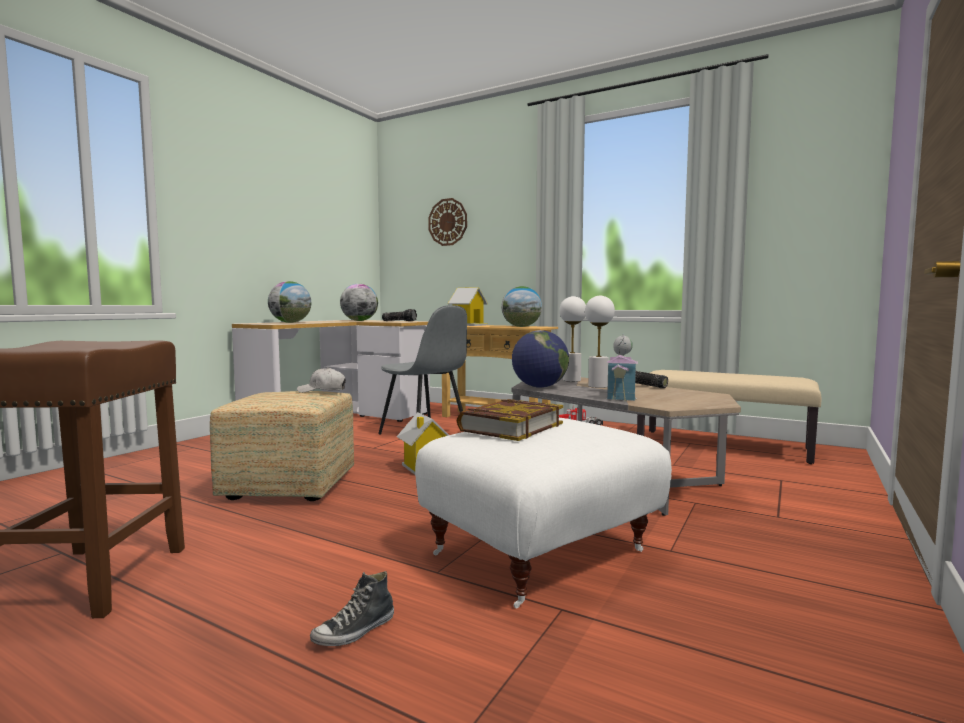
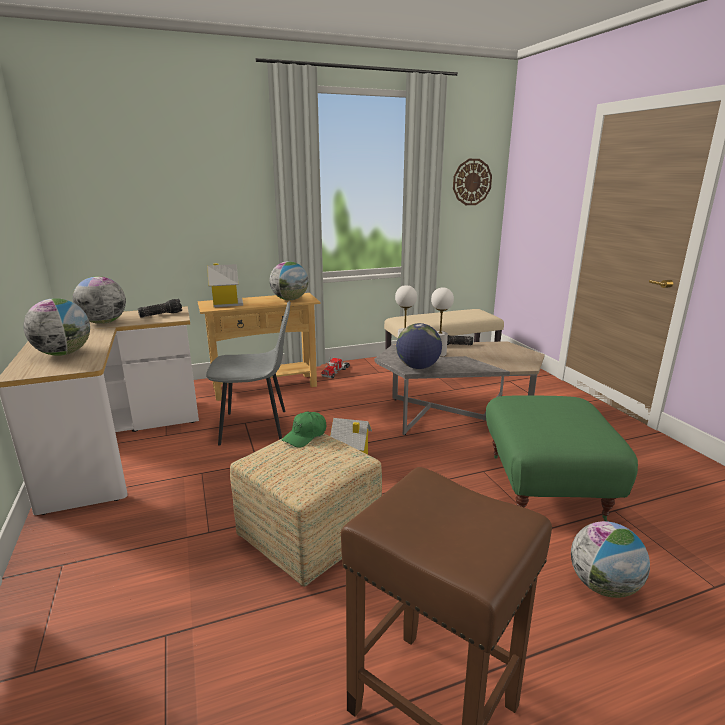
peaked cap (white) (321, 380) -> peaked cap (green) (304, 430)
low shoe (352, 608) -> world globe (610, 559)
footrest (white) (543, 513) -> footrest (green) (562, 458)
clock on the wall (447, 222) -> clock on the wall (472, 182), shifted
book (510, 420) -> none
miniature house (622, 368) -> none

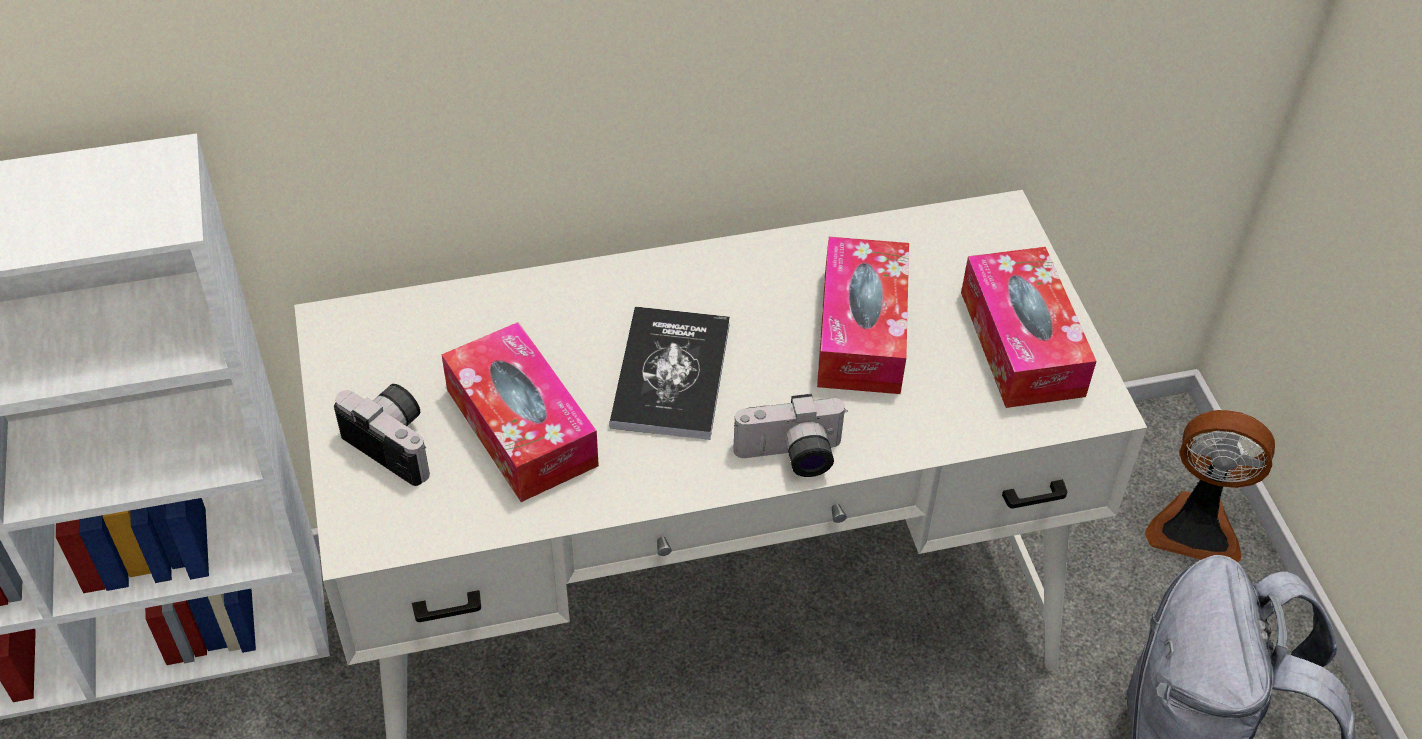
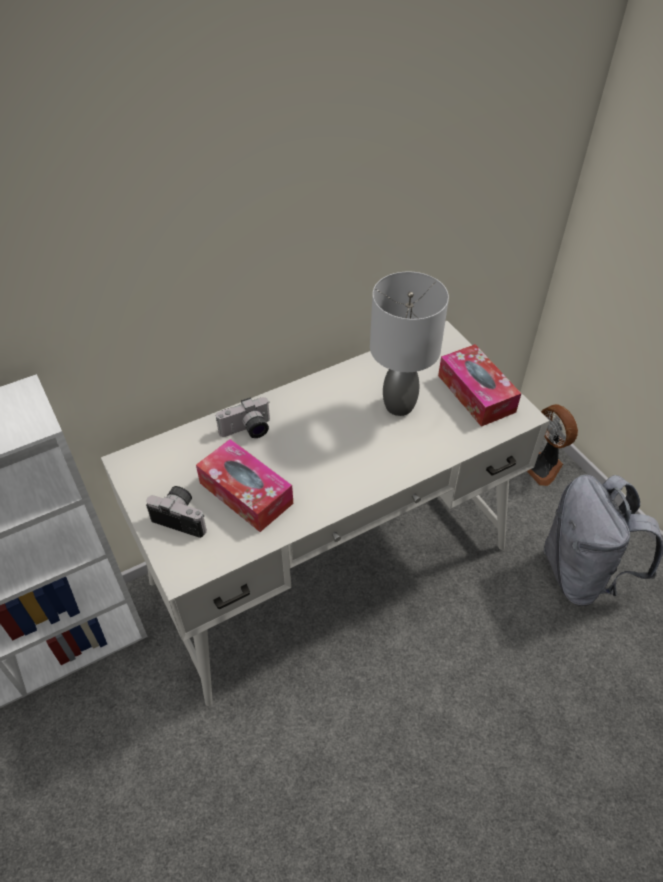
book (669, 373) -> none
photo camera (790, 435) -> photo camera (243, 417), shifted
tissue box (863, 315) -> table lamp (gray) (409, 344)
fan (1210, 486) -> fan (552, 445), 60 degrees clockwise

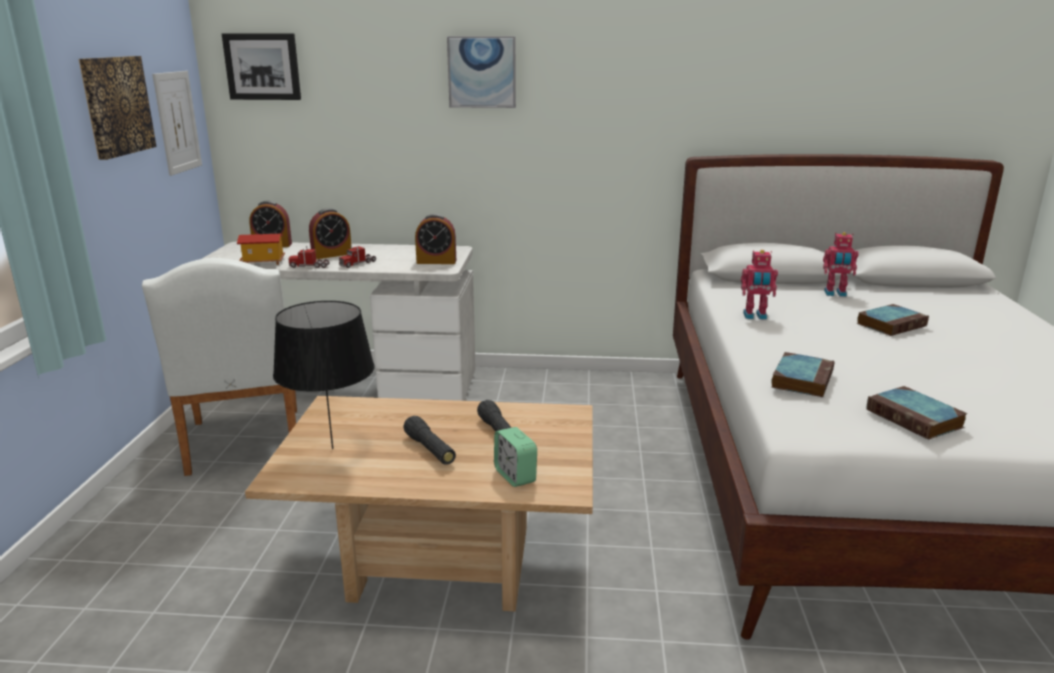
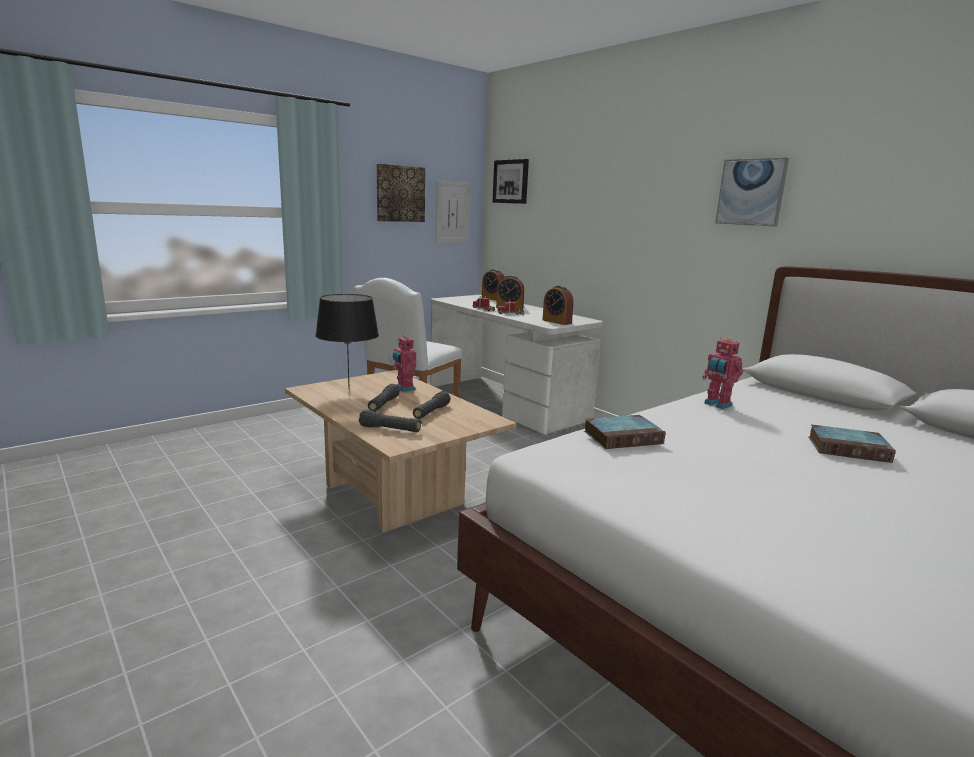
miniature house (261, 249) -> none
picture (481, 72) -> picture (752, 192), shifted
bedside clock (515, 457) -> flashlight (blackish) (390, 421)
toy robot (841, 264) -> toy robot (404, 363), shifted
book (917, 413) -> none

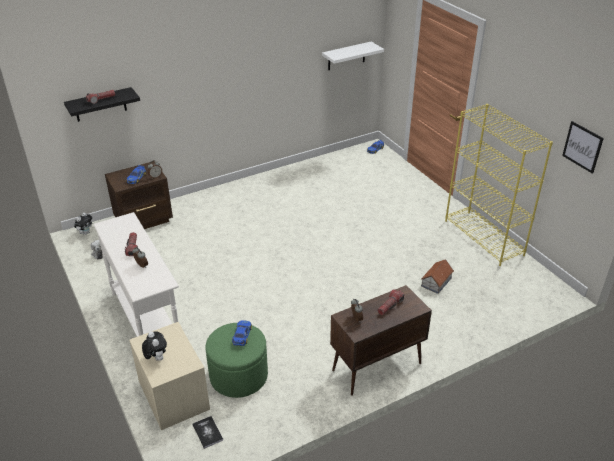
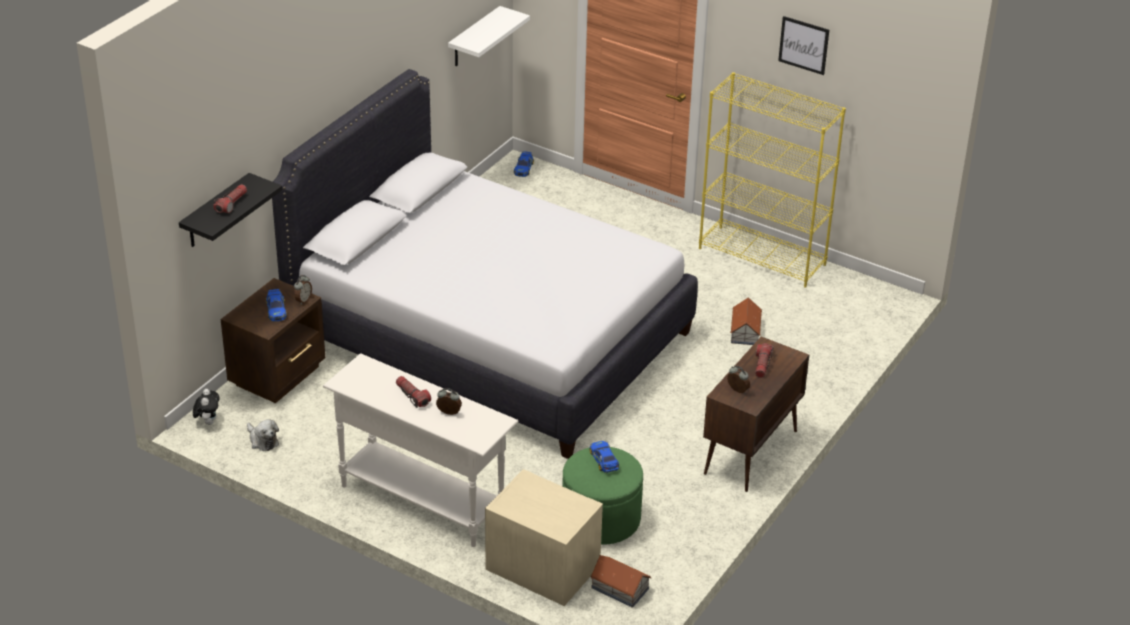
cuddly toy (154, 346) -> none
book (207, 432) -> miniature house (621, 581)
picture (583, 147) -> picture (803, 45), shifted
none -> bed (white) (485, 264)

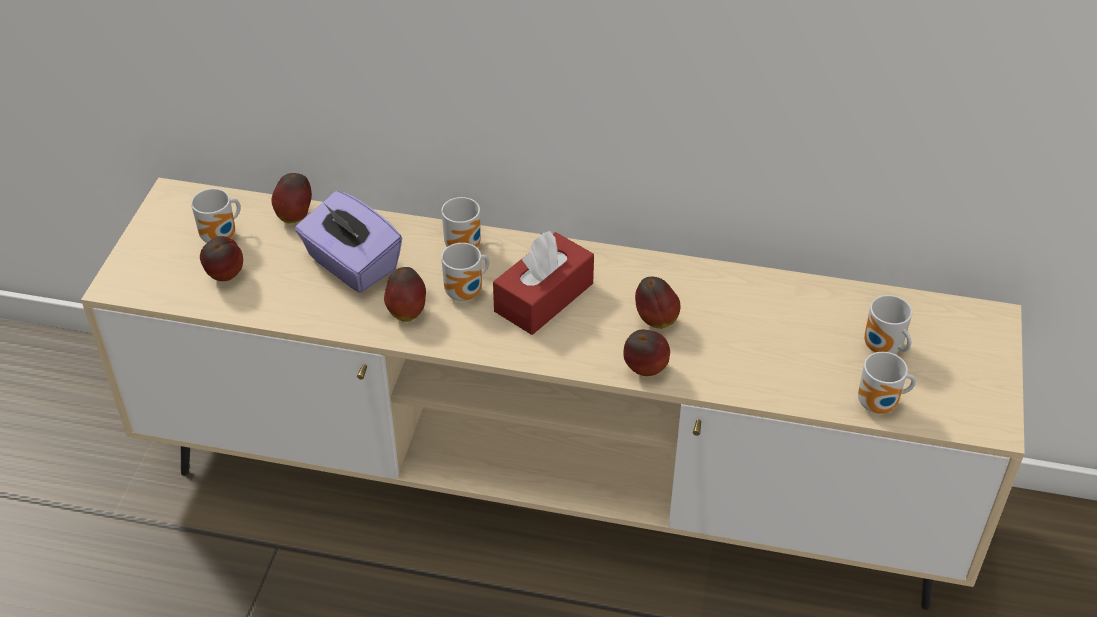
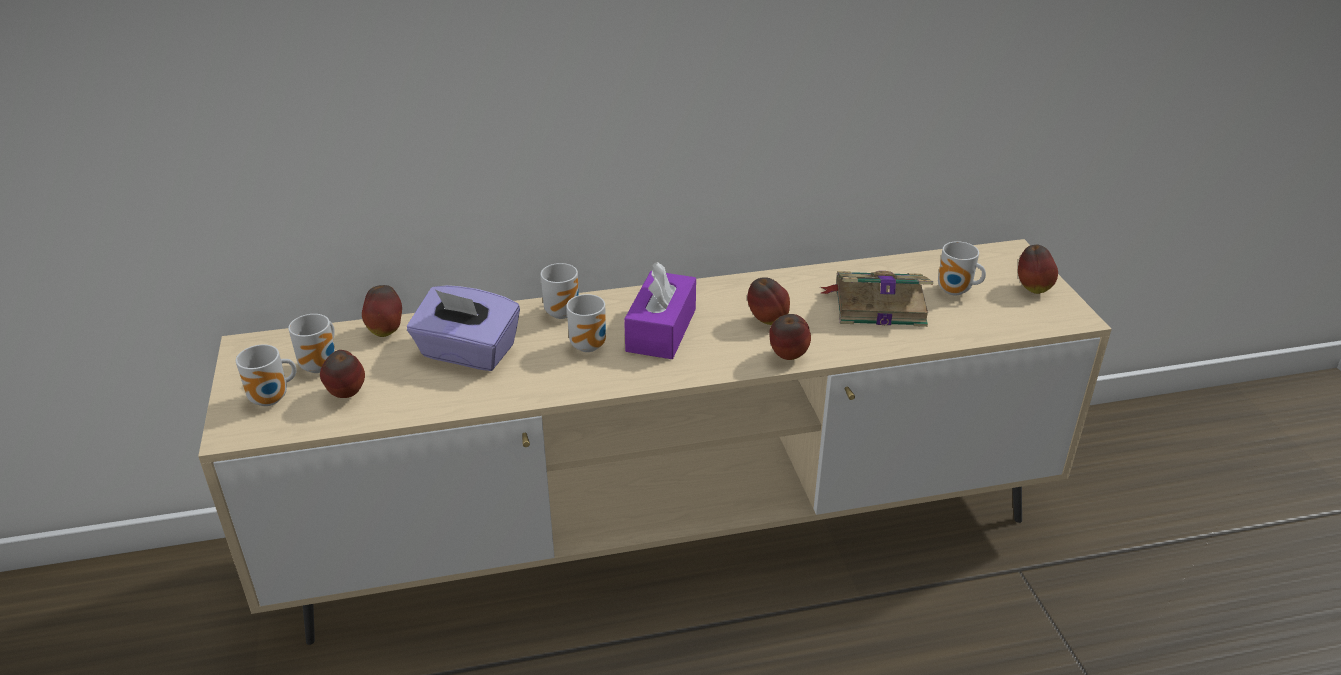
apple (405, 294) -> apple (1038, 269), shifted
tissue box (red) (543, 283) -> tissue box (purplish) (660, 310)
tea mug (887, 383) -> tea mug (266, 375), shifted
none -> book (876, 299)

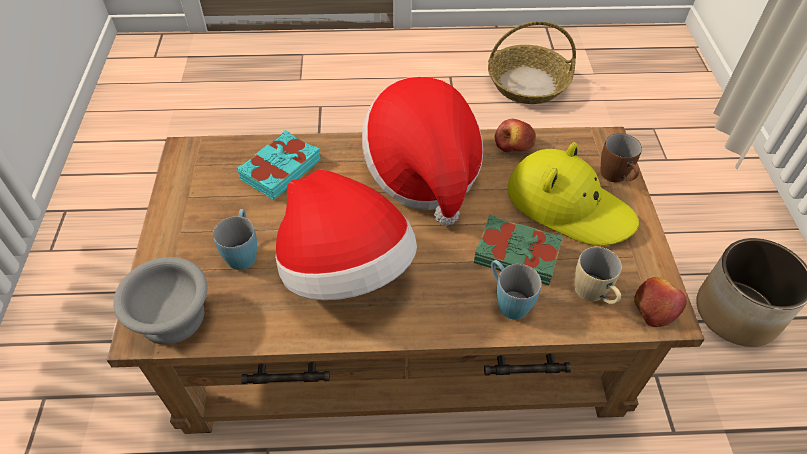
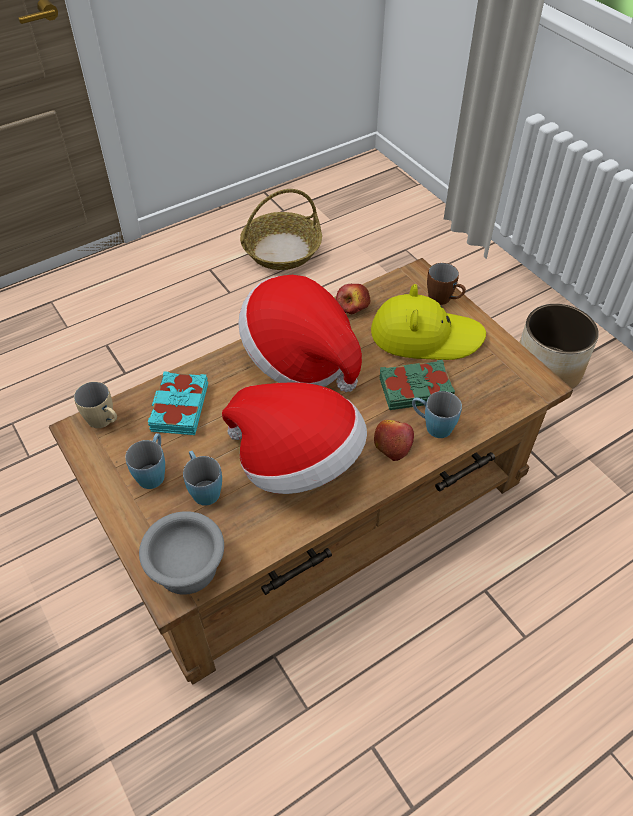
tea mug (beige-coloured) (598, 275) -> tea mug (beige-coloured) (95, 405), shifted
apple (660, 302) -> apple (394, 440), shifted
none -> tea mug (bluish) (145, 461)

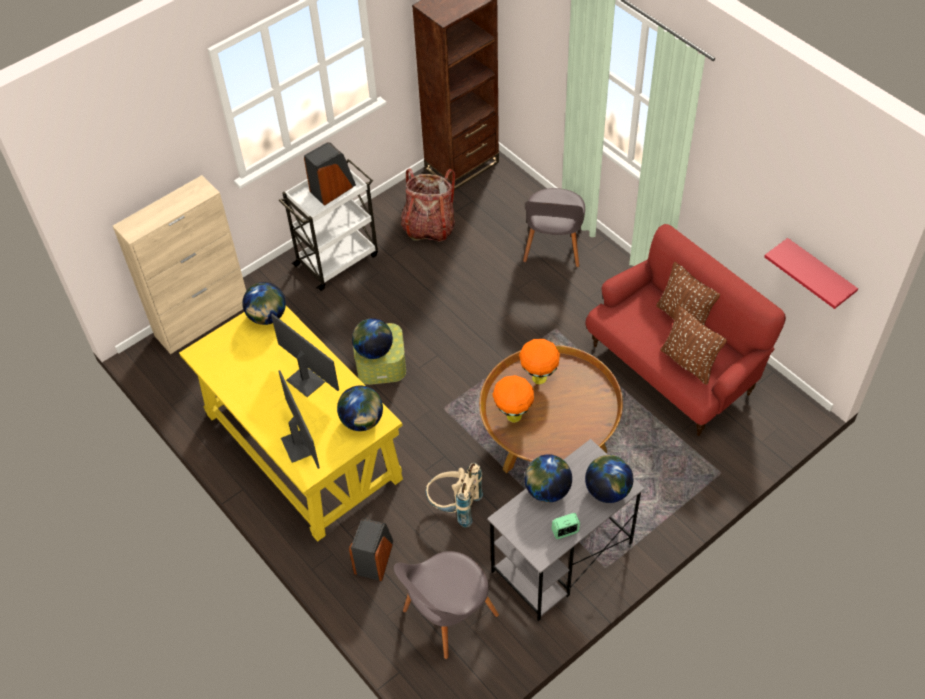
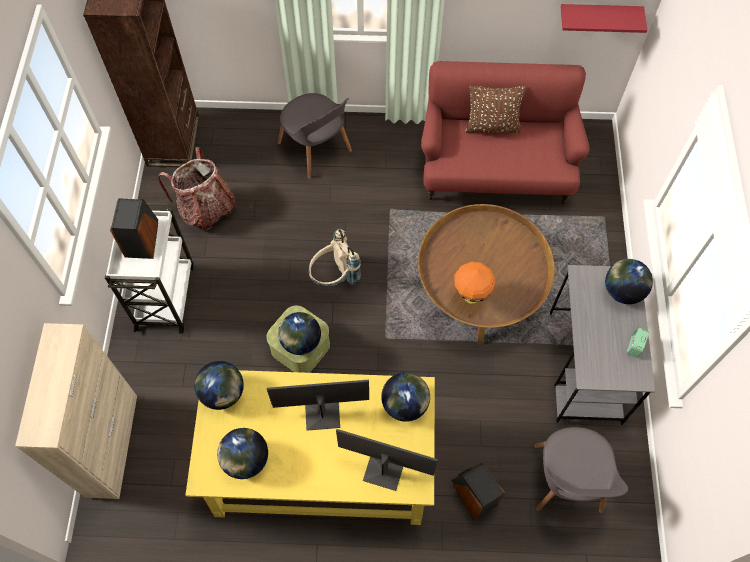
backpack (beige-coloured) (454, 495) -> backpack (beige-coloured) (334, 257), shifted
table lamp (orangey) (539, 361) -> none
world globe (548, 478) -> world globe (242, 453), shifted
cushion (brown) (693, 345) -> none

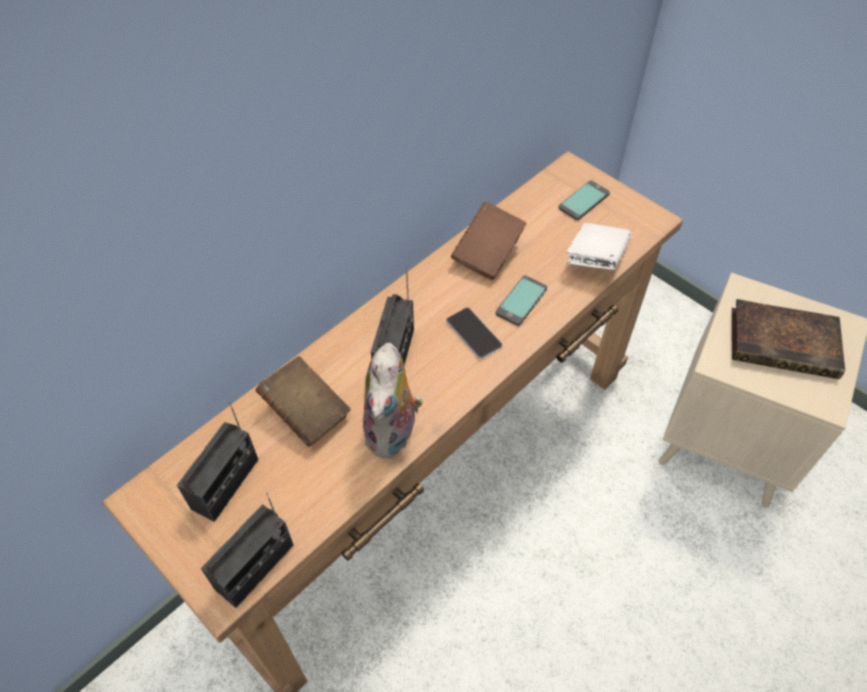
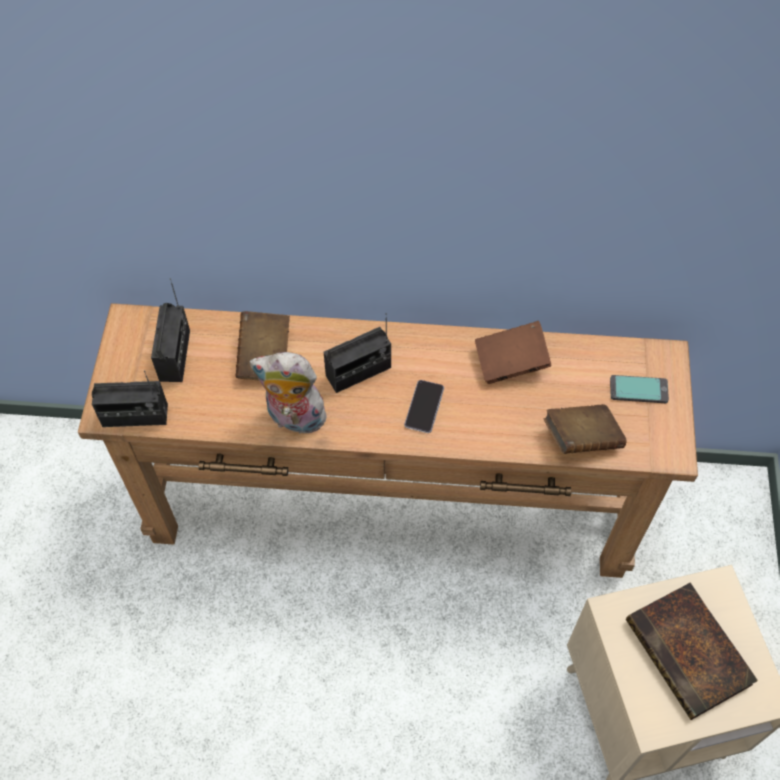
radio receiver (217, 461) -> radio receiver (170, 330), 75 degrees counterclockwise
cuddly toy (393, 400) -> cuddly toy (289, 395), 45 degrees clockwise
telephone (521, 300) -> none
book (white) (598, 246) -> book (brown) (585, 429)

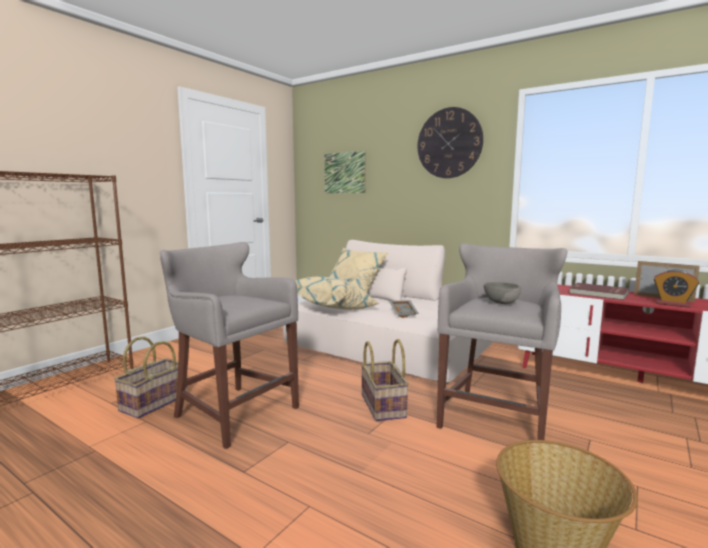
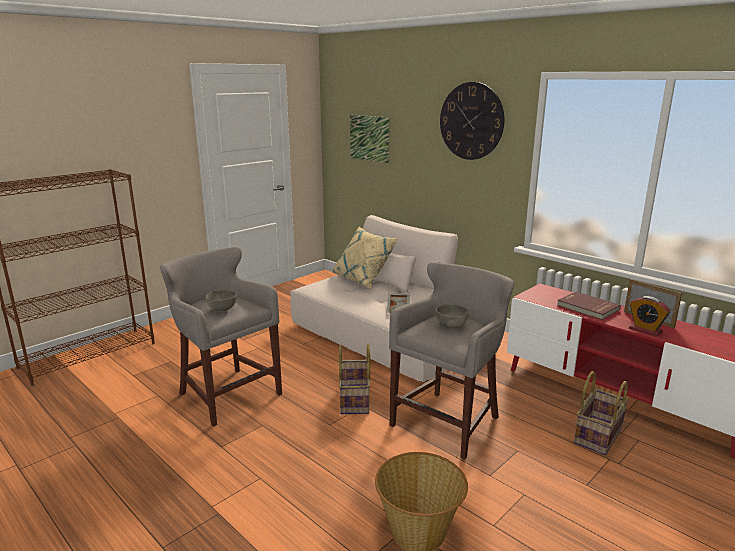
household basket (150, 377) -> household basket (601, 413), shifted
cushion (beige-coloured) (337, 293) -> none
none -> serving bowl (gray) (221, 300)

